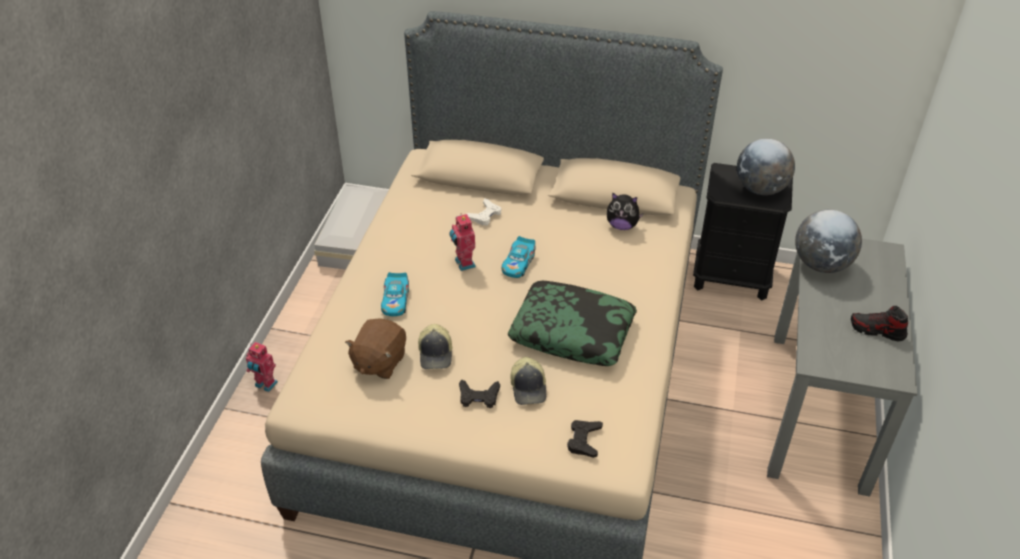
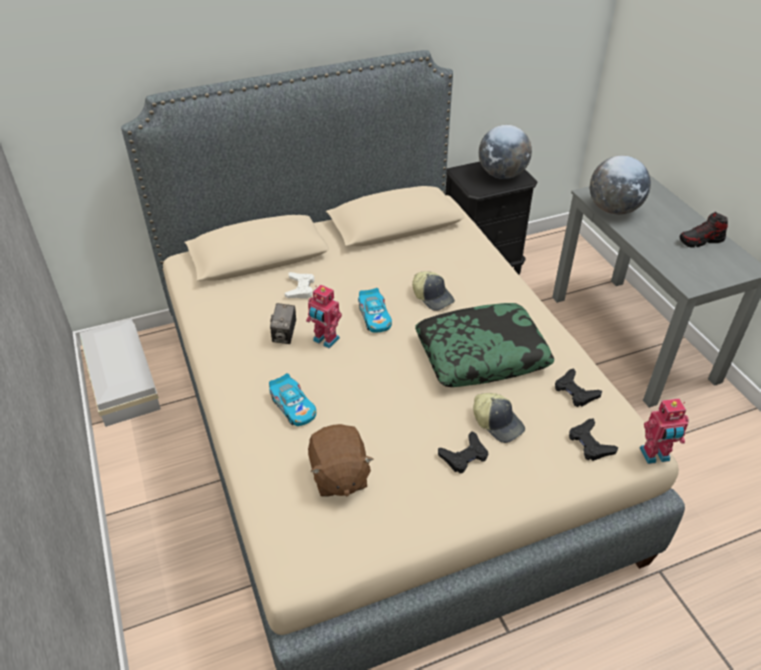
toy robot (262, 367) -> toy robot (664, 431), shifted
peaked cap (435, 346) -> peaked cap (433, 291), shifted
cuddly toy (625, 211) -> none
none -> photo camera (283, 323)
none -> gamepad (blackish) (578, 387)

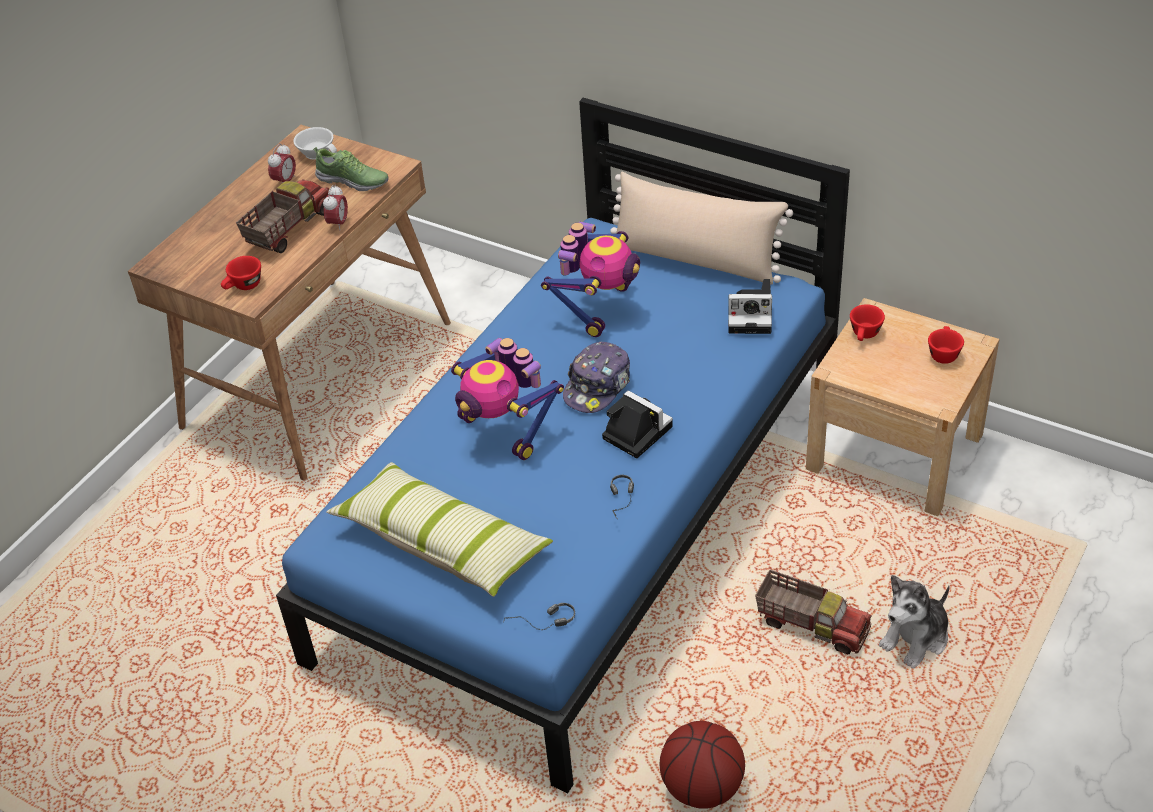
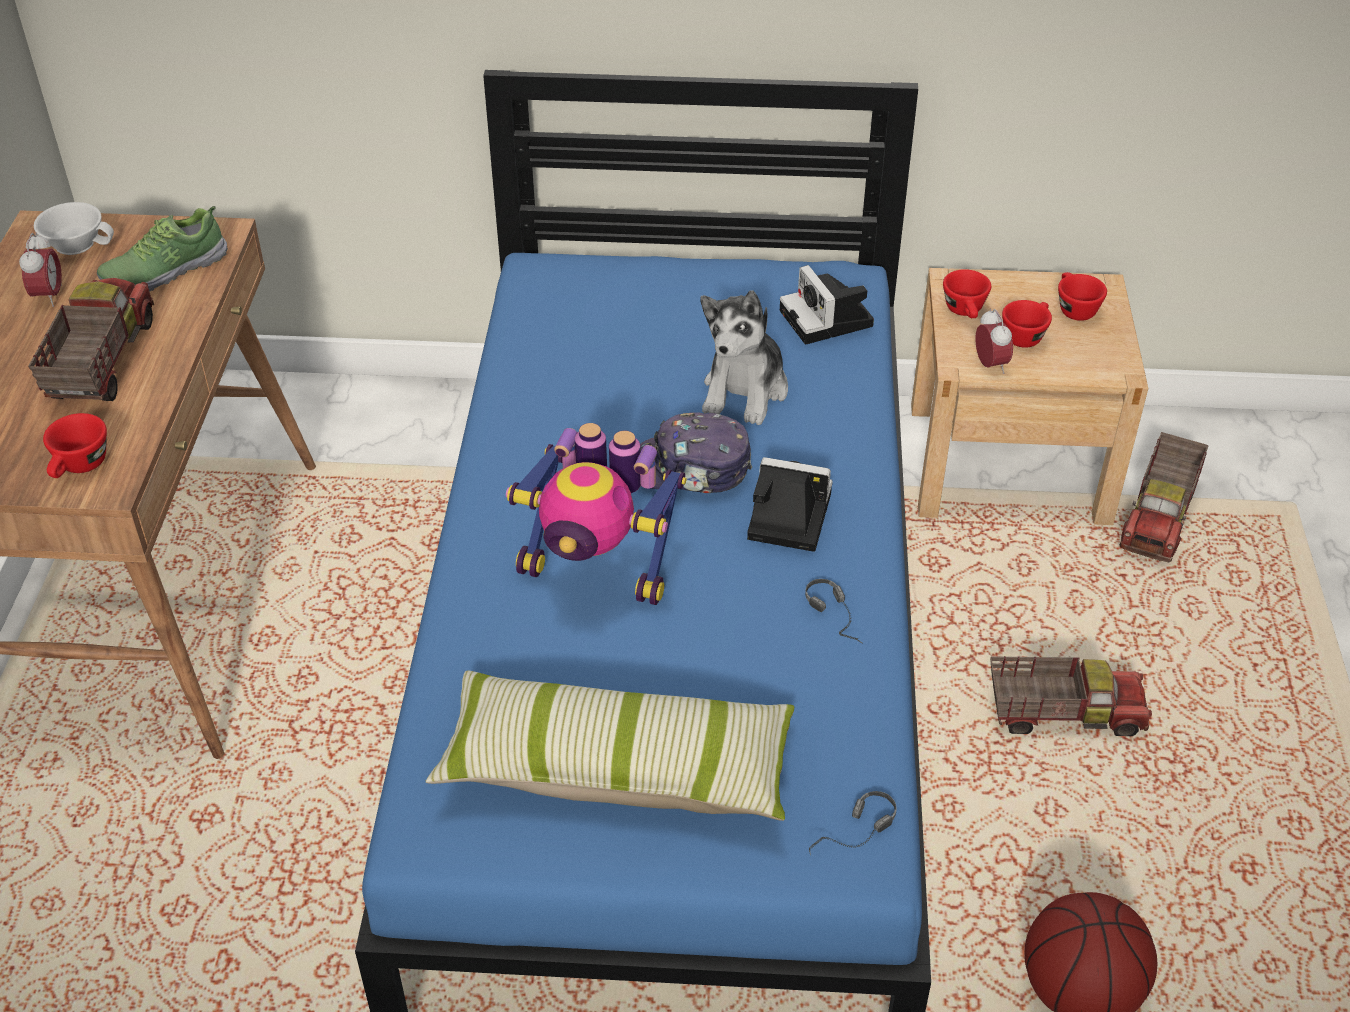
low shoe (350, 169) -> low shoe (162, 249), 150 degrees clockwise
bedside clock (335, 208) -> bedside clock (994, 341), shifted
toy robot (590, 279) -> none
peaked cap (596, 377) -> peaked cap (696, 452), 90 degrees clockwise
cushion (beige-coloured) (701, 228) -> none
photo camera (750, 306) -> photo camera (827, 304), 90 degrees clockwise
cuddly toy (914, 621) -> cuddly toy (744, 357), shifted
none -> small cup (red) (1027, 324)
none -> toy lorry (1164, 497)

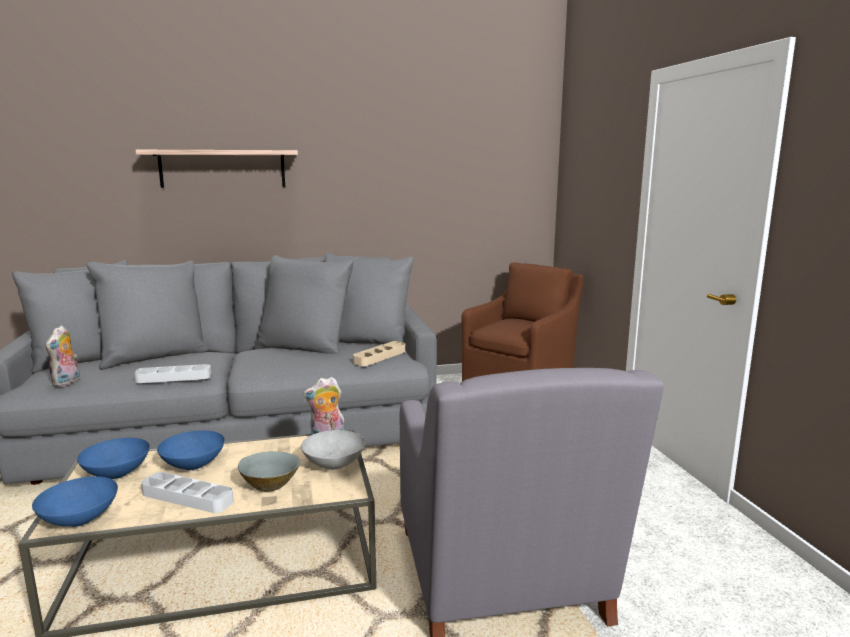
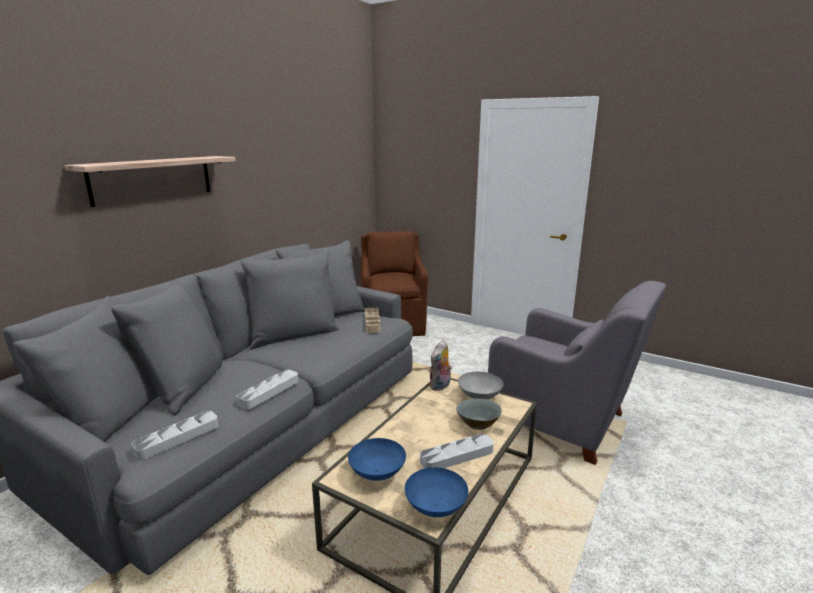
cuddly toy (62, 356) -> serving tray (gray) (174, 435)
serving bowl (bluish) (191, 450) -> none

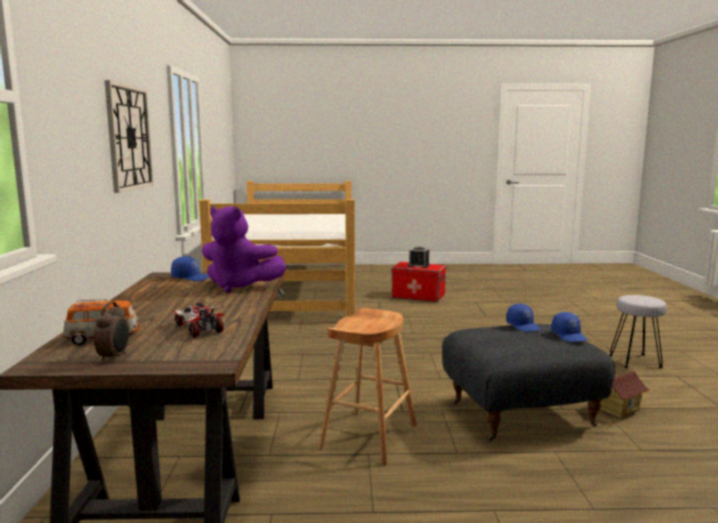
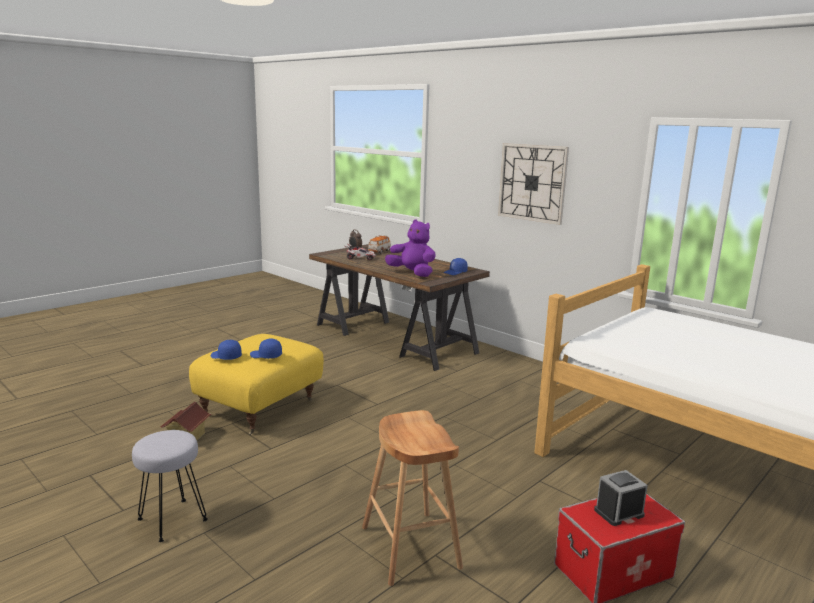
cuddly toy (purplish) (244, 249) -> cuddly toy (purplish) (410, 248), 60 degrees clockwise
stool (brown) (367, 386) -> stool (brown) (412, 498), shifted
footrest (gray) (528, 382) -> footrest (yellow-coloured) (256, 384)

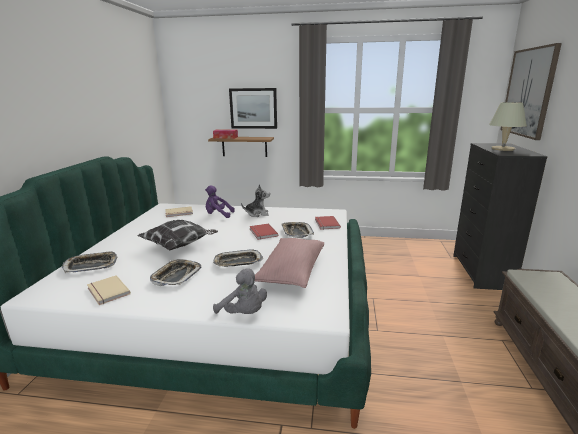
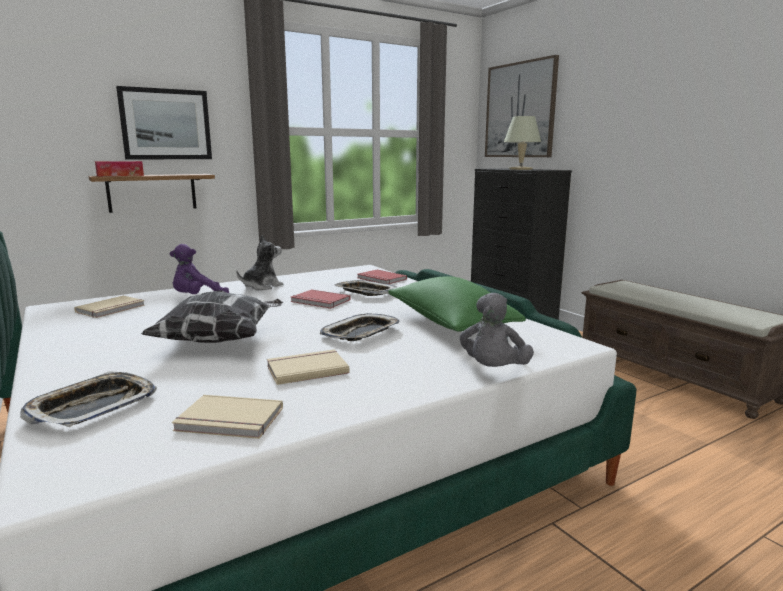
serving tray (175, 272) -> book (beige-coloured) (308, 367)
cuddly toy (gray) (240, 291) -> cuddly toy (gray) (497, 330), 105 degrees clockwise
cushion (pinkish) (289, 263) -> cushion (green) (457, 304)

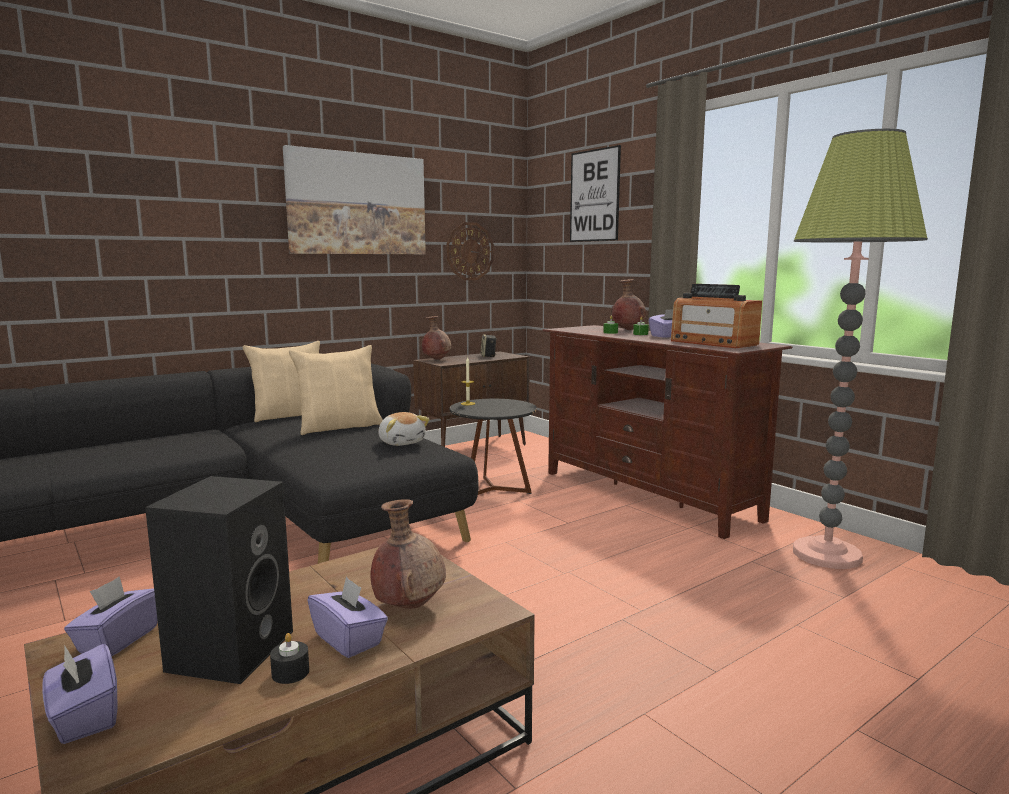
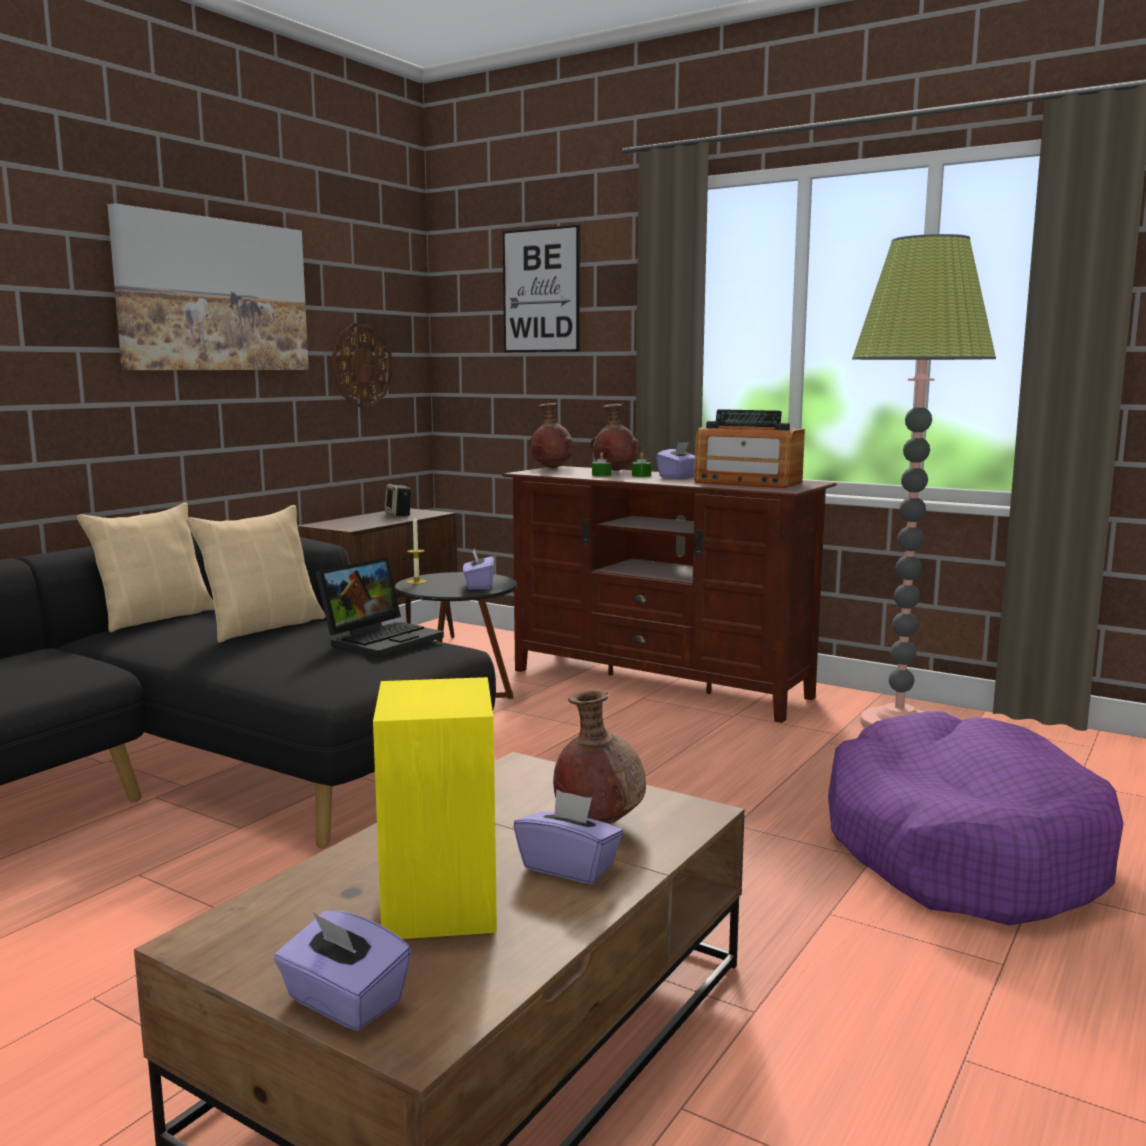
tissue box (purplish) (111, 616) -> tissue box (purplish) (478, 568), shifted
loudspeaker (blackish) (219, 580) -> loudspeaker (yellow-coloured) (435, 808)
candle (blackish) (289, 658) -> none
cuddly toy (404, 429) -> notebook computer (380, 607)
vase (brown) (436, 338) -> vase (brown) (552, 435), shifted
none -> dog bed (purplish) (976, 818)

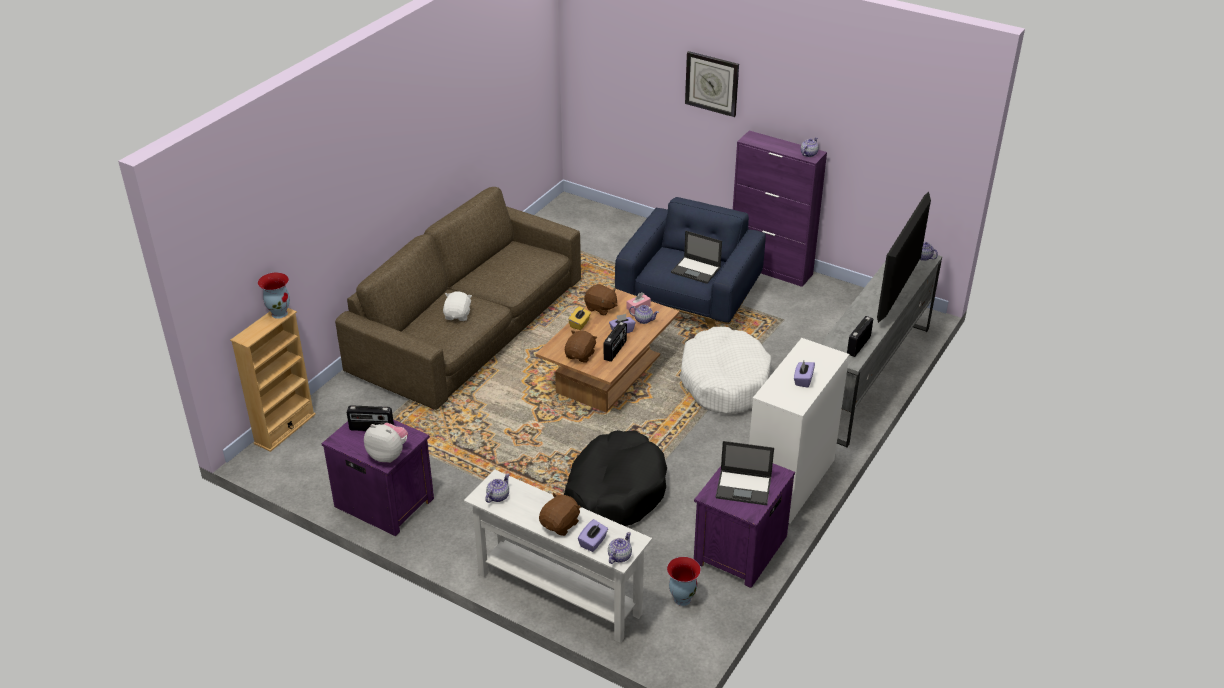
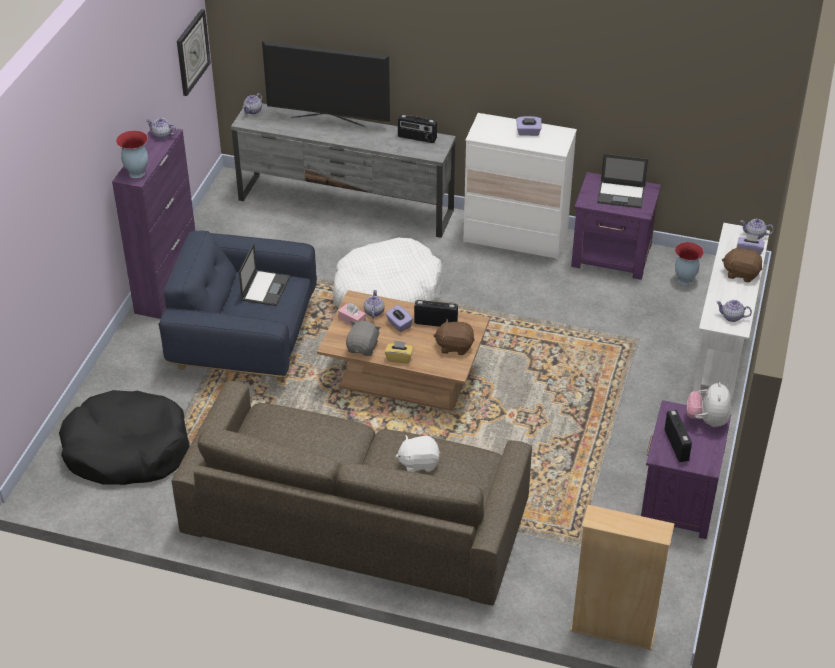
vase (274, 295) -> vase (132, 154), shifted
dog bed (blackish) (615, 478) -> dog bed (blackish) (124, 437), shifted
cuddly toy (brown) (600, 300) -> cuddly toy (gray) (363, 338)
clock on the wall (712, 84) -> clock on the wall (194, 52), shifted
notebook computer (745, 473) -> notebook computer (622, 181), 105 degrees clockwise

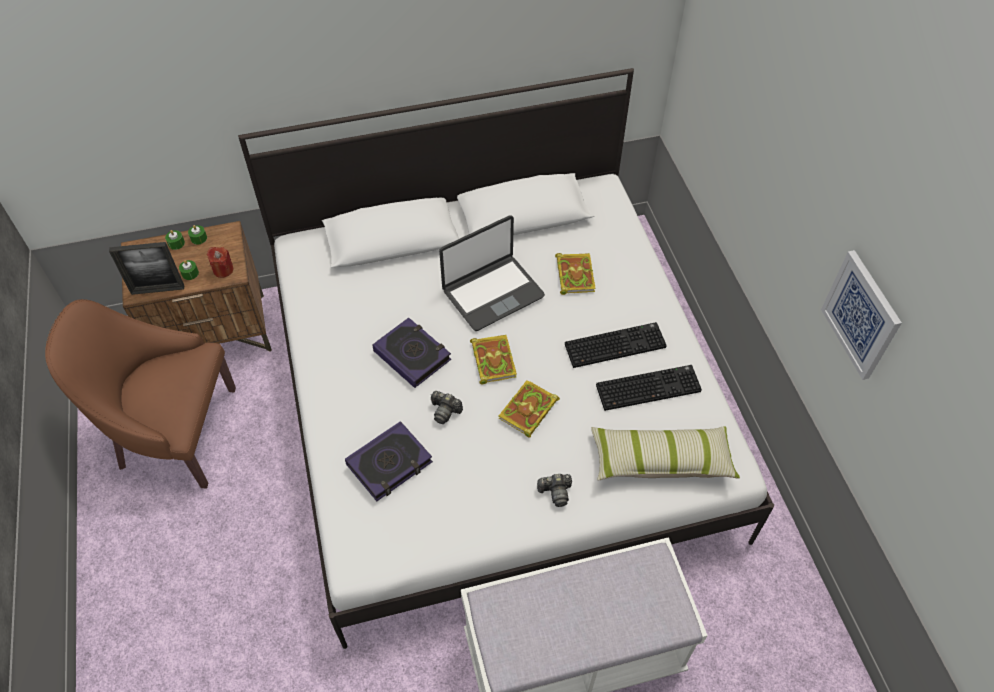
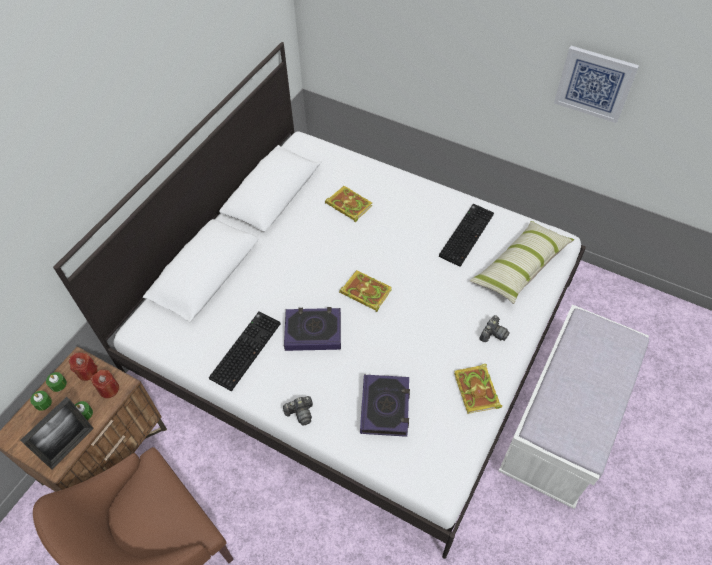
photo camera (447, 407) -> photo camera (298, 410), shifted
notebook computer (492, 273) -> none
book (529, 409) -> book (478, 389), shifted
PC keyboard (616, 345) -> PC keyboard (245, 351), shifted
none -> candle (red) (83, 366)

